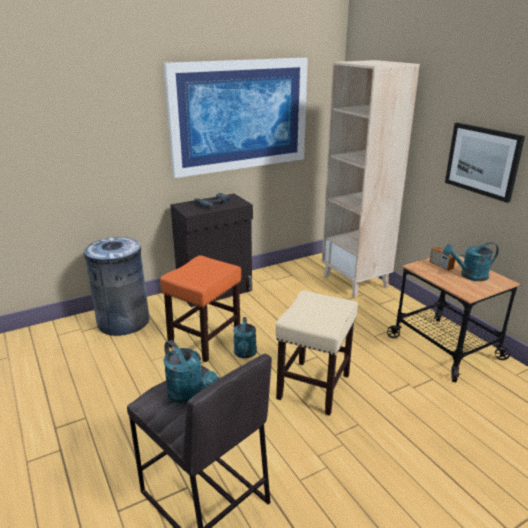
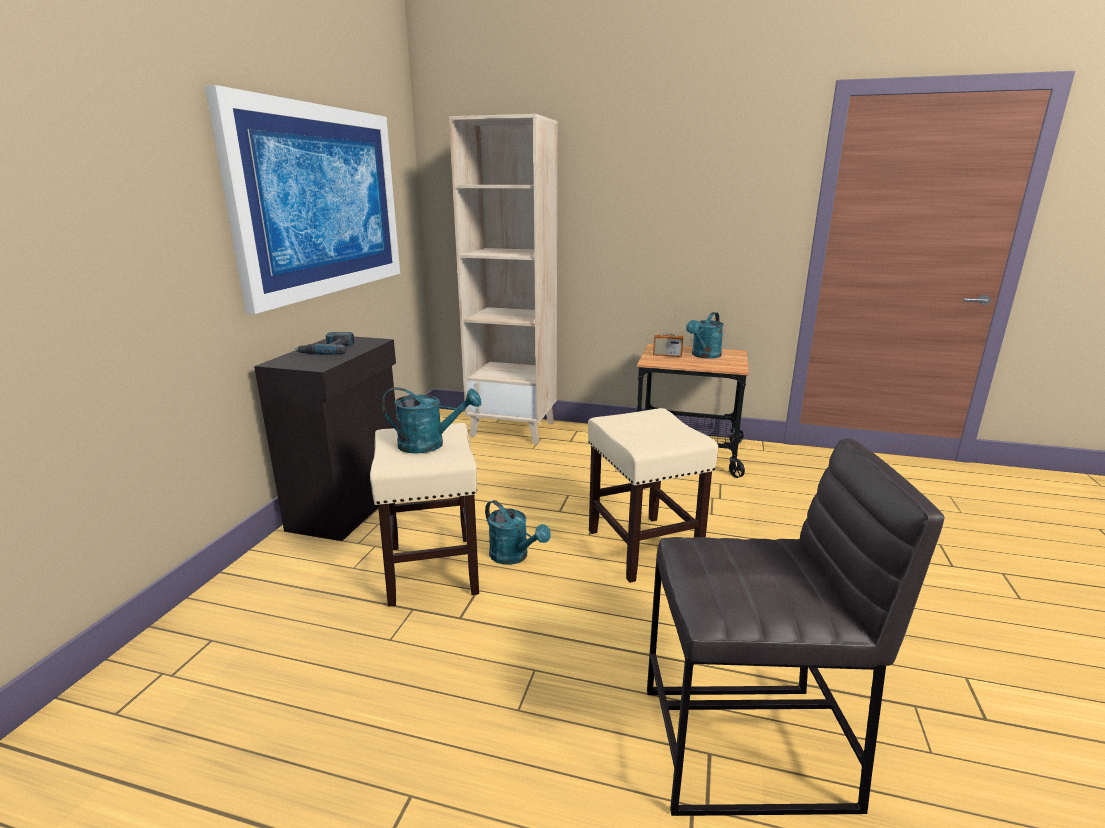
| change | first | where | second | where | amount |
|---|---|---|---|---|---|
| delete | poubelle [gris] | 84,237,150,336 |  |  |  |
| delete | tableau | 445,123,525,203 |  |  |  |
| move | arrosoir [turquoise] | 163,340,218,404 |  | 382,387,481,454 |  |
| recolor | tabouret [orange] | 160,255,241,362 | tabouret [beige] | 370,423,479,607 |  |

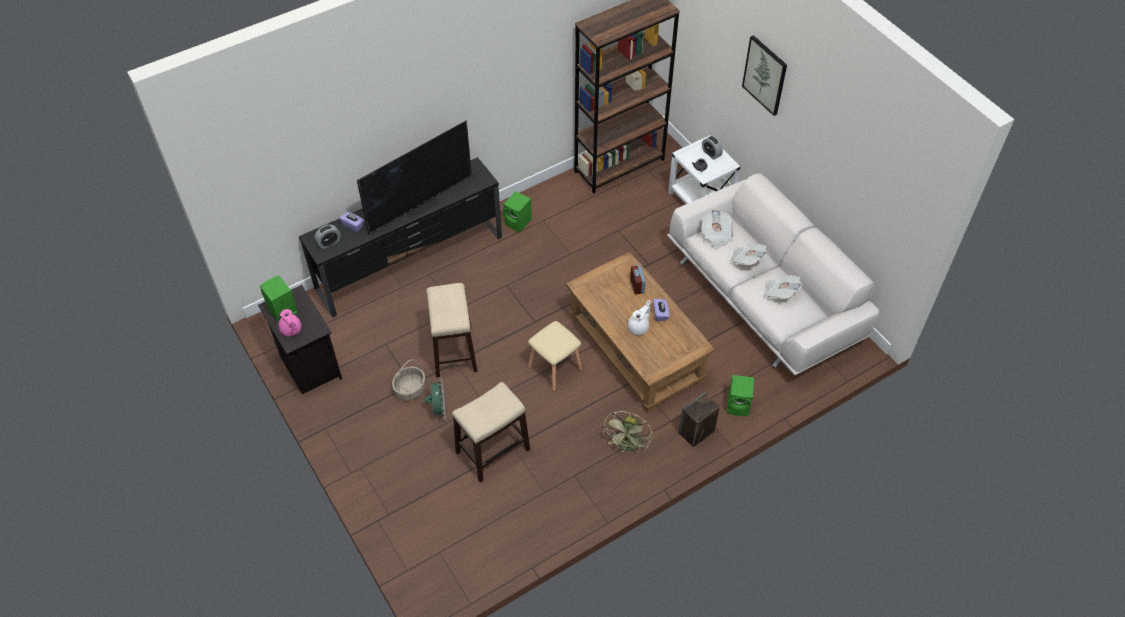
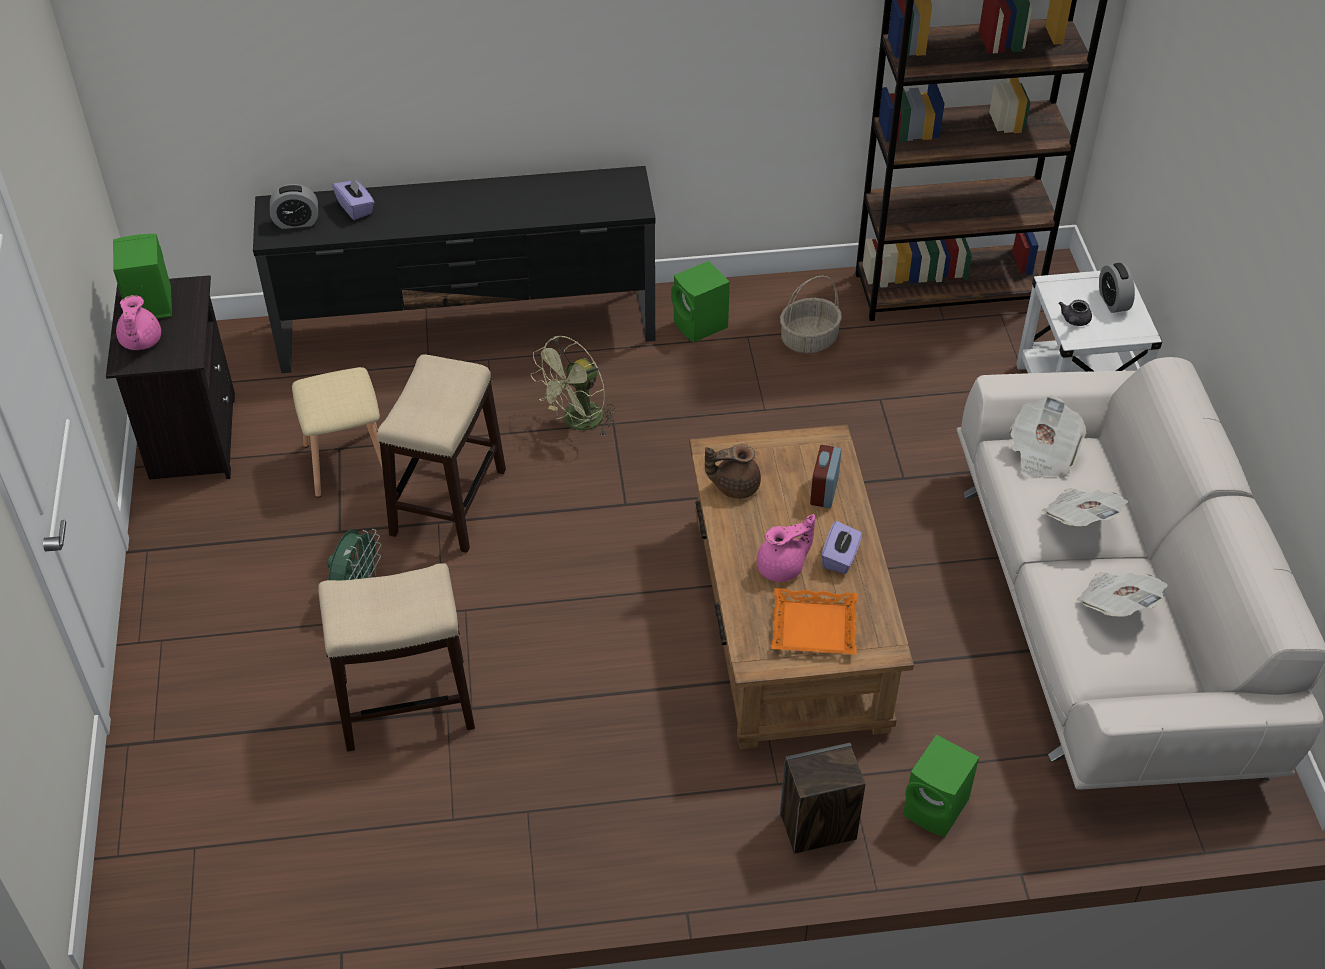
| change | first | where | second | where | amount |
|---|---|---|---|---|---|
| delete | téléviseur | 357,120,472,234 |  |  |  |
| delete | tableau | 742,35,787,116 |  |  |  |
| insert |  |  | théière [marron] | 705,444,761,499 |  |
| insert |  |  | plateau [orange] | 771,588,857,655 |  |
| move | panier | 392,359,425,401 |  | 780,276,842,354 |  |
| move | tabouret [beige] | 528,321,582,391 |  | 292,367,383,497 |  |
| move | ventilateur [vert] | 603,411,653,453 |  | 531,336,615,437 |  |
| recolor | théière [blanc] | 628,300,650,335 | théière [rose] | 757,514,815,582 |  |

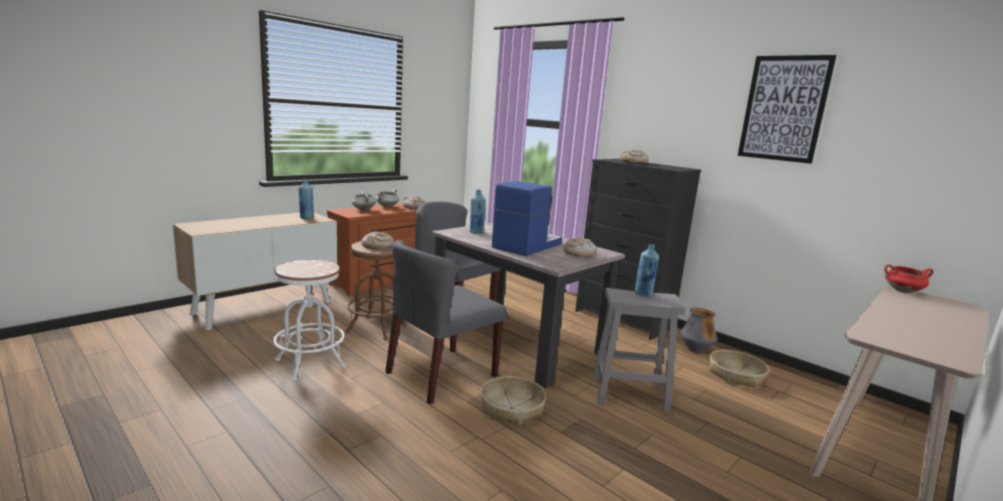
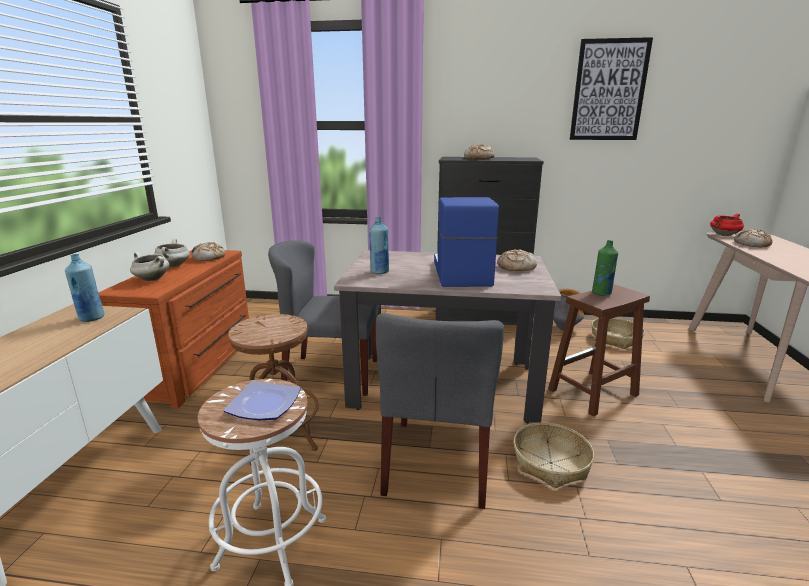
| change | first | where | second | where | amount |
|---|---|---|---|---|---|
| insert |  |  | assiette | 224,381,301,420 |  |
| move | pain | 362,232,394,249 |  | 734,229,773,247 |  |
| recolor | tabouret [gris] | 593,288,686,412 | tabouret [marron] | 548,284,650,417 |  |
| recolor | bouteille [bleu] | 635,244,659,297 | bouteille [vert] | 592,240,618,296 |  |

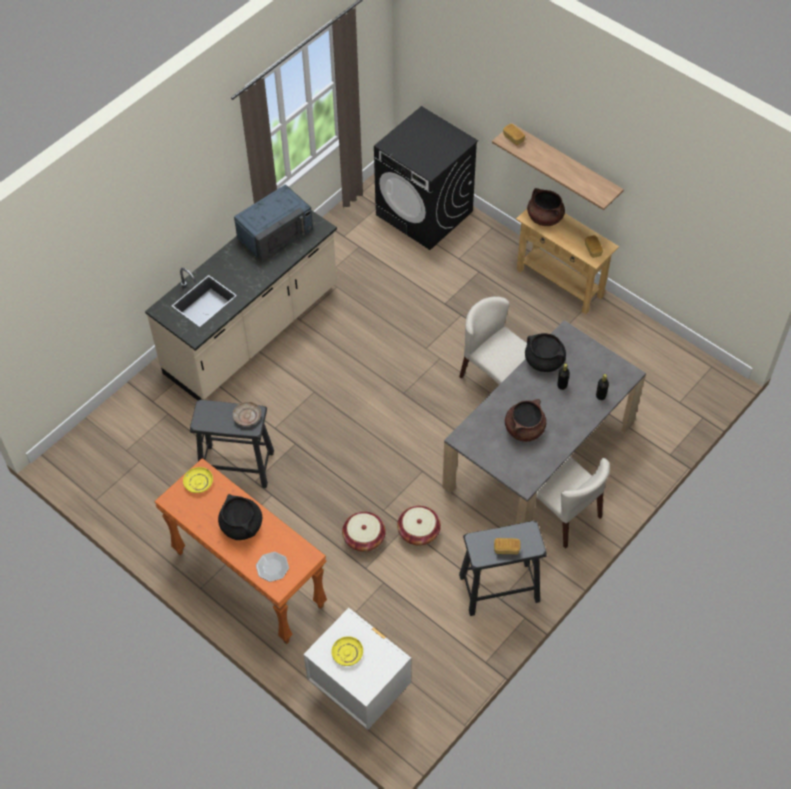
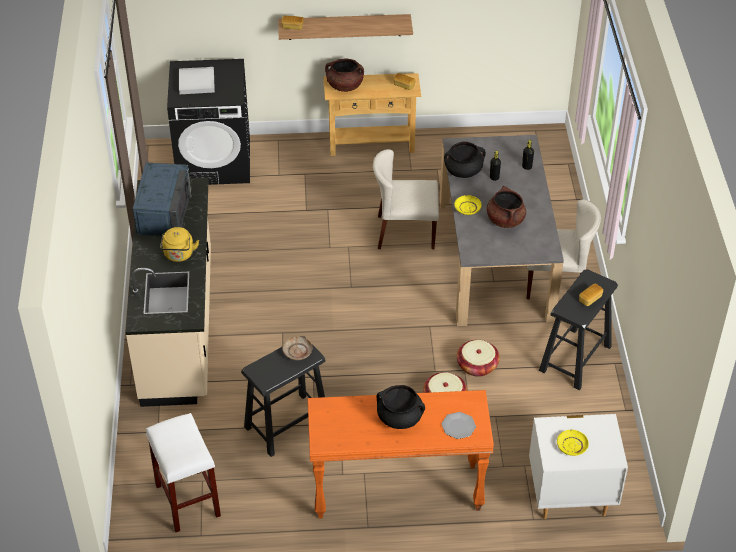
| change | first | where | second | where | amount |
|---|---|---|---|---|---|
| insert |  |  | tabouret [blanc] | 146,413,221,532 |  |
| insert |  |  | bouilloire [jaune] | 160,227,199,262 |  |
| insert |  |  | plateau [blanc] | 179,67,215,94 |  |
| move | assiette [jaune] | 183,467,213,493 |  | 454,195,482,215 |  |

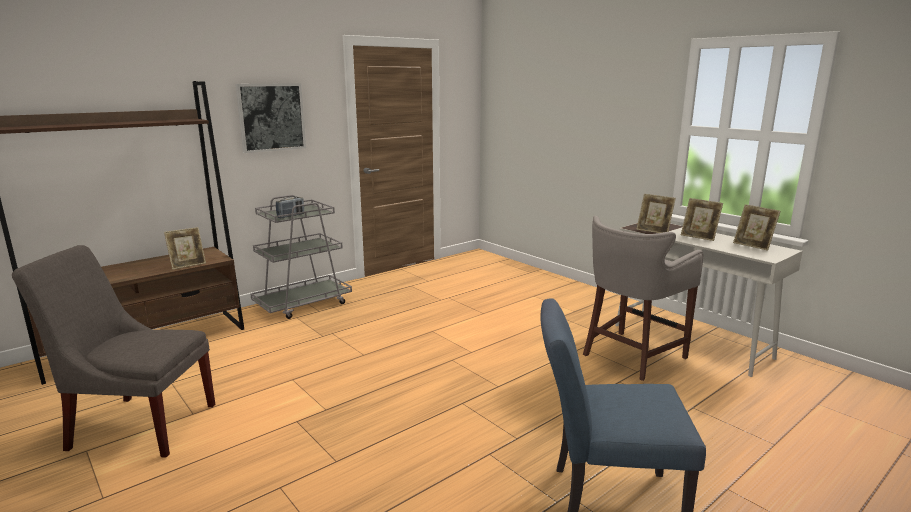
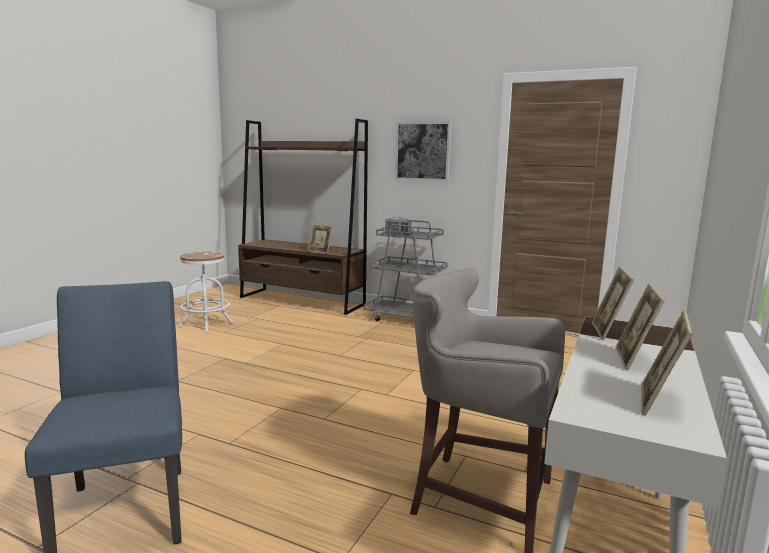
| change | first | where | second | where | amount |
|---|---|---|---|---|---|
| replace | chaise [gris] | 12,245,215,458 | tabouret [blanc] | 179,252,233,333 |  |

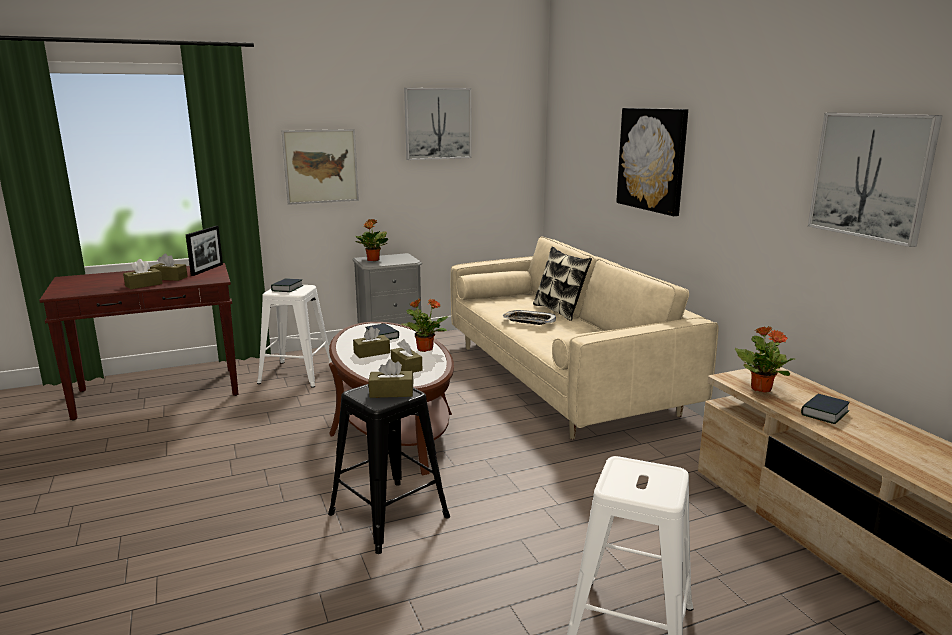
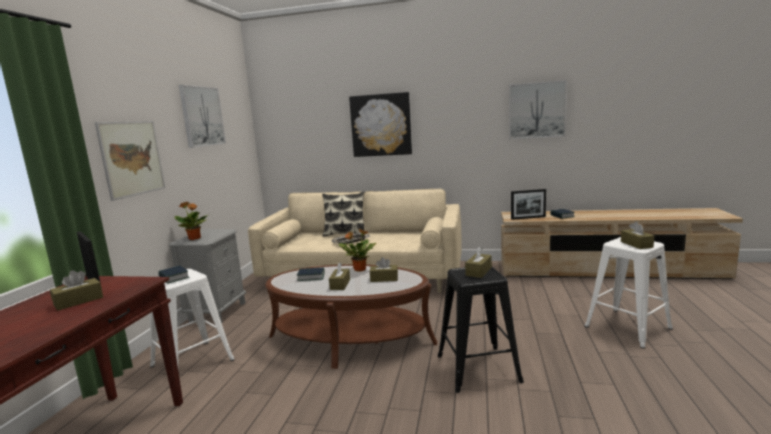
| change | first | where | second | where | amount |
|---|---|---|---|---|---|
| move | boîte à mouchoirs [marron] | 123,259,163,289 |  | 621,221,654,249 |  |
| replace | plante en pot | 735,326,794,393 | cadre photo | 511,189,546,220 |  |

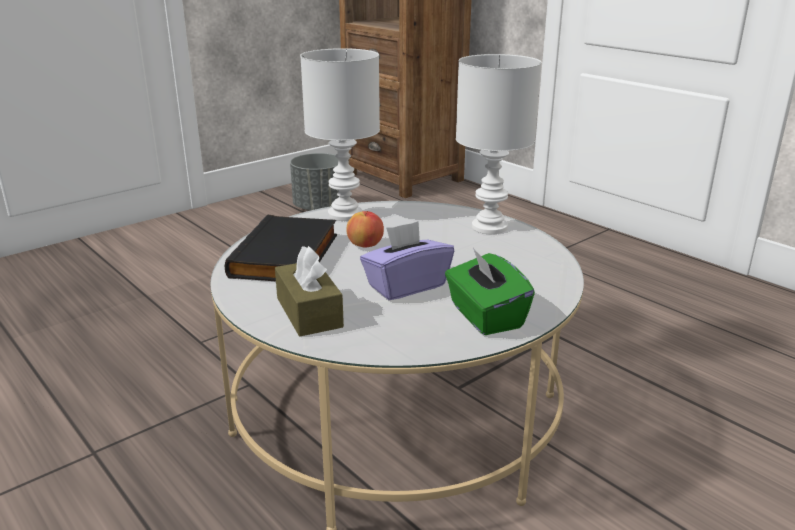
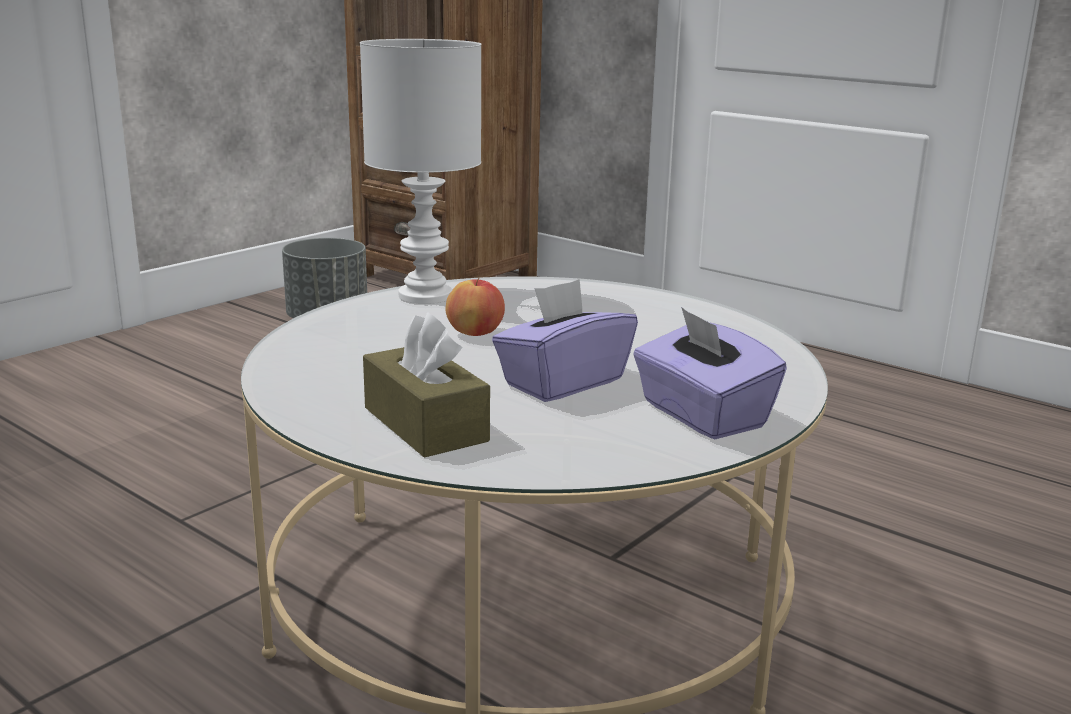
| change | first | where | second | where | amount |
|---|---|---|---|---|---|
| delete | livre [noir] | 224,215,337,281 |  |  |  |
| delete | lampe de table [blanc] | 456,54,542,234 |  |  |  |
| recolor | boîte à mouchoirs [vert] | 445,248,535,335 | boîte à mouchoirs [violet] | 633,307,787,440 |  |

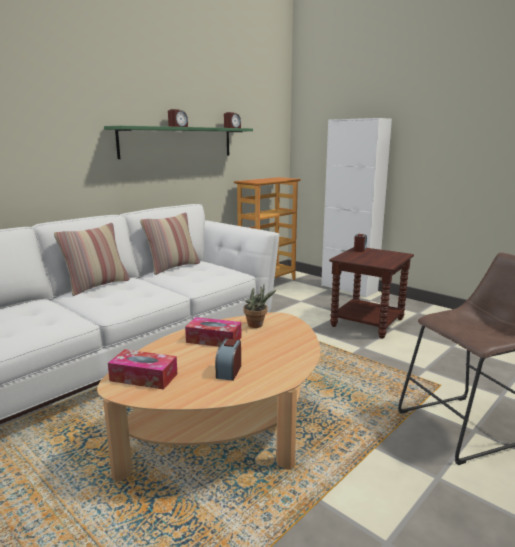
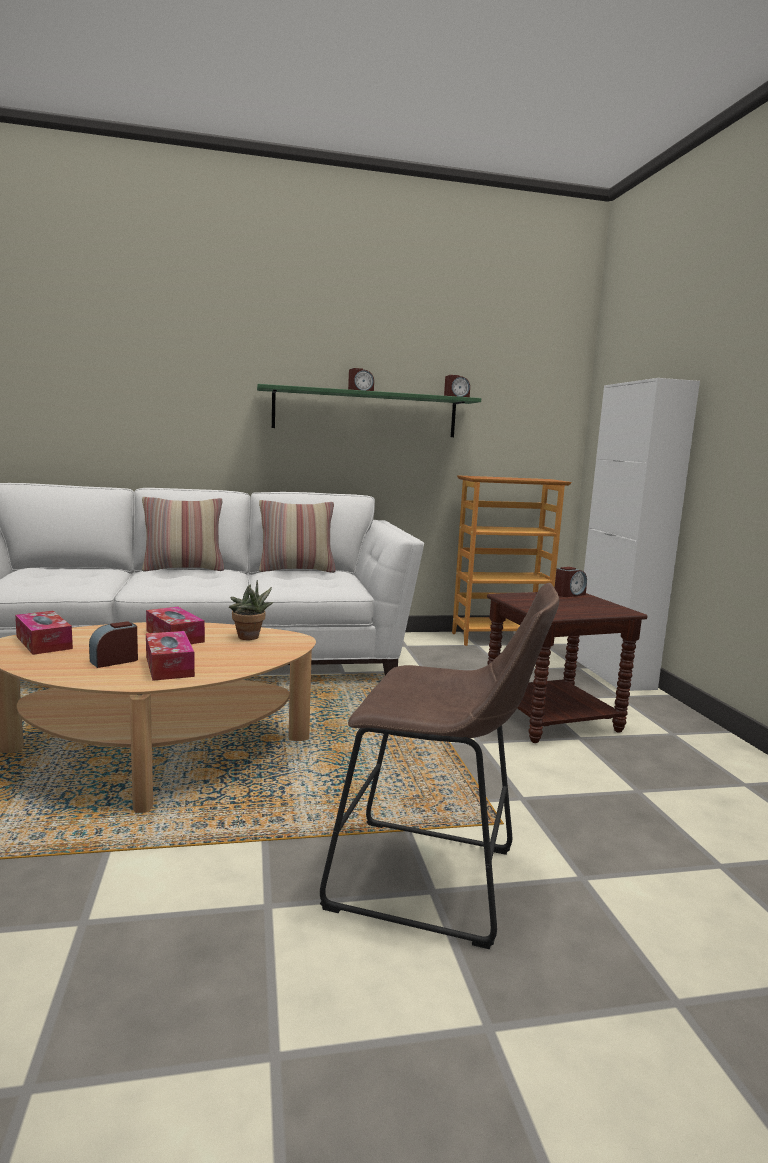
| change | first | where | second | where | amount |
|---|---|---|---|---|---|
| insert |  |  | boîte à mouchoirs | 146,631,195,681 |  |

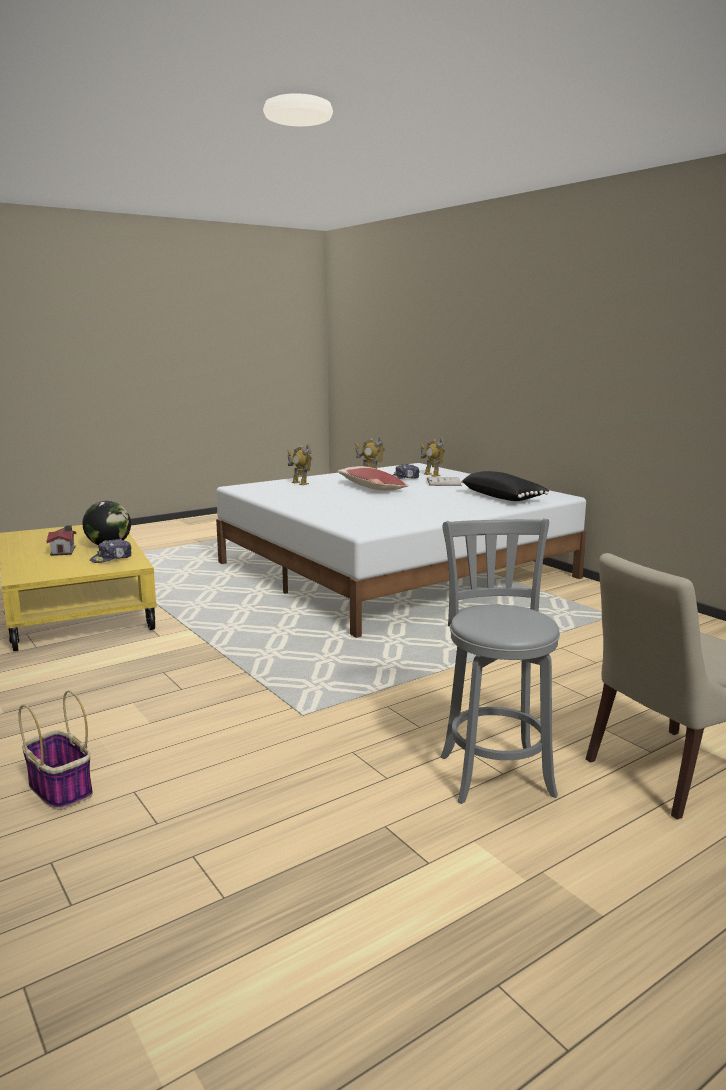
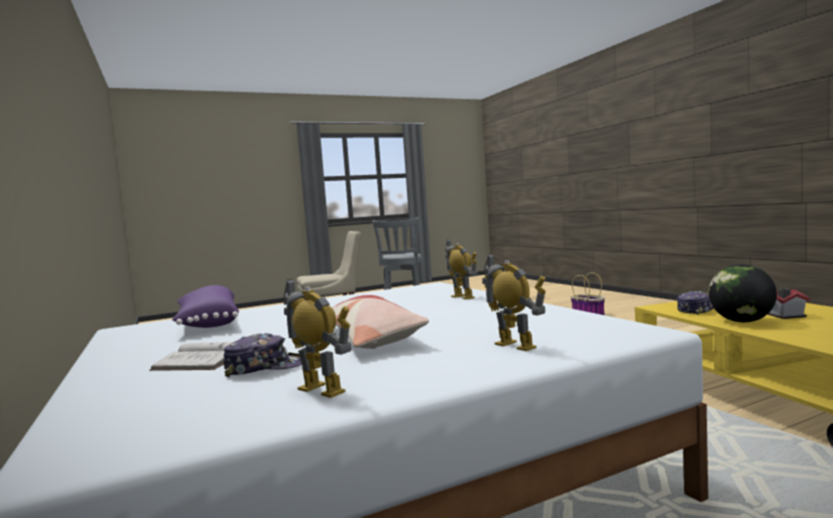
| change | first | where | second | where | amount |
|---|---|---|---|---|---|
| move | robot jouet | 421,438,446,477 |  | 445,239,478,300 |  |
| recolor | coussin [noir] | 461,471,549,501 | coussin [violet] | 172,285,239,328 |  |

